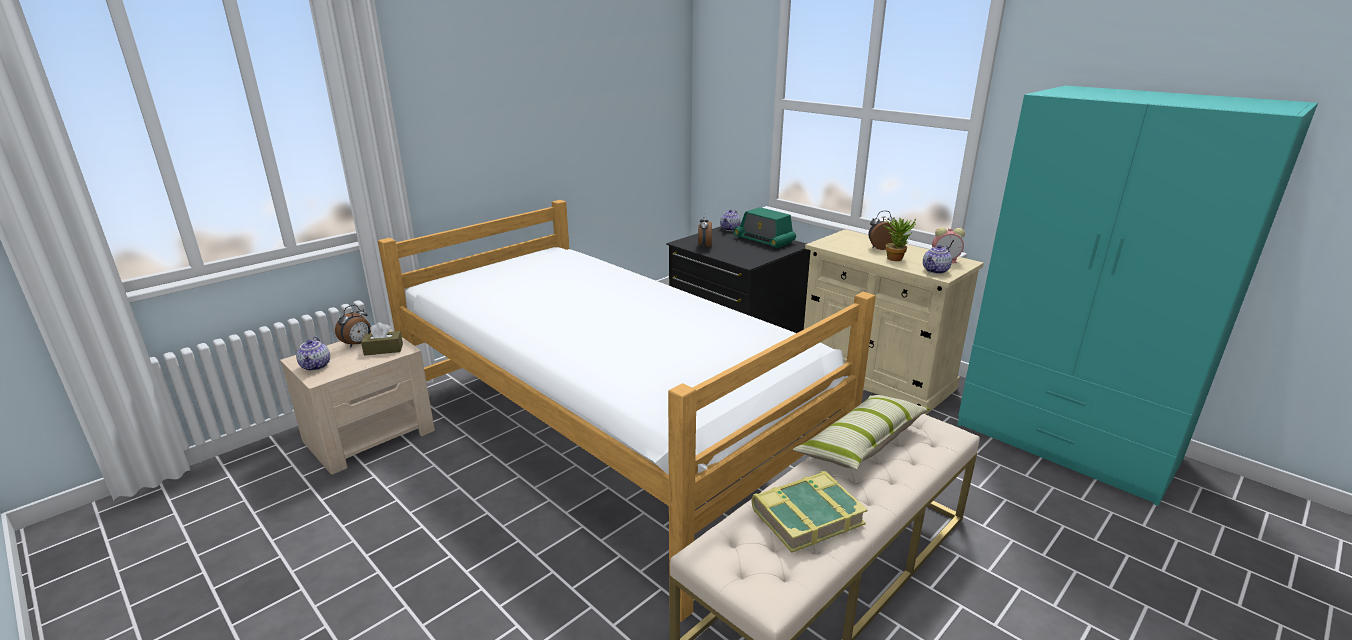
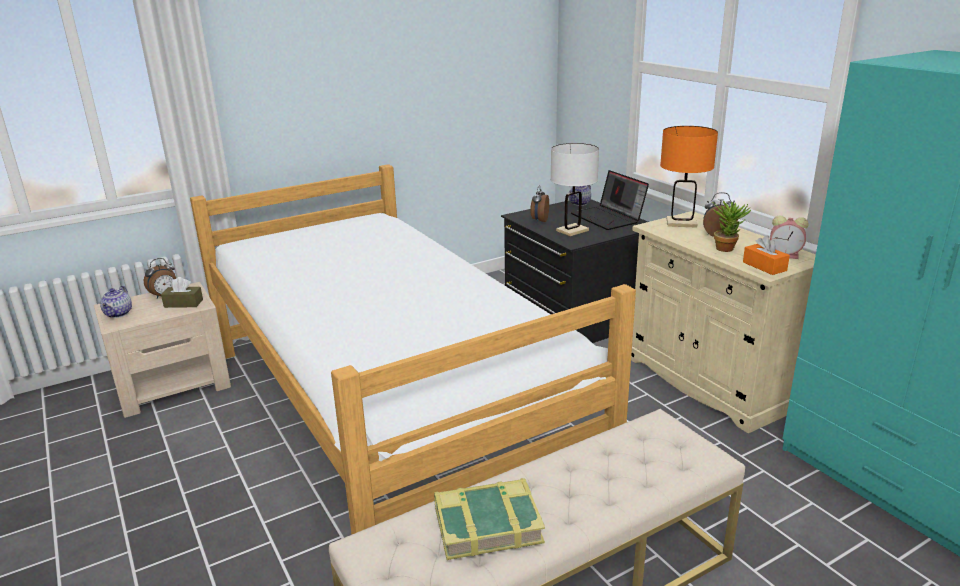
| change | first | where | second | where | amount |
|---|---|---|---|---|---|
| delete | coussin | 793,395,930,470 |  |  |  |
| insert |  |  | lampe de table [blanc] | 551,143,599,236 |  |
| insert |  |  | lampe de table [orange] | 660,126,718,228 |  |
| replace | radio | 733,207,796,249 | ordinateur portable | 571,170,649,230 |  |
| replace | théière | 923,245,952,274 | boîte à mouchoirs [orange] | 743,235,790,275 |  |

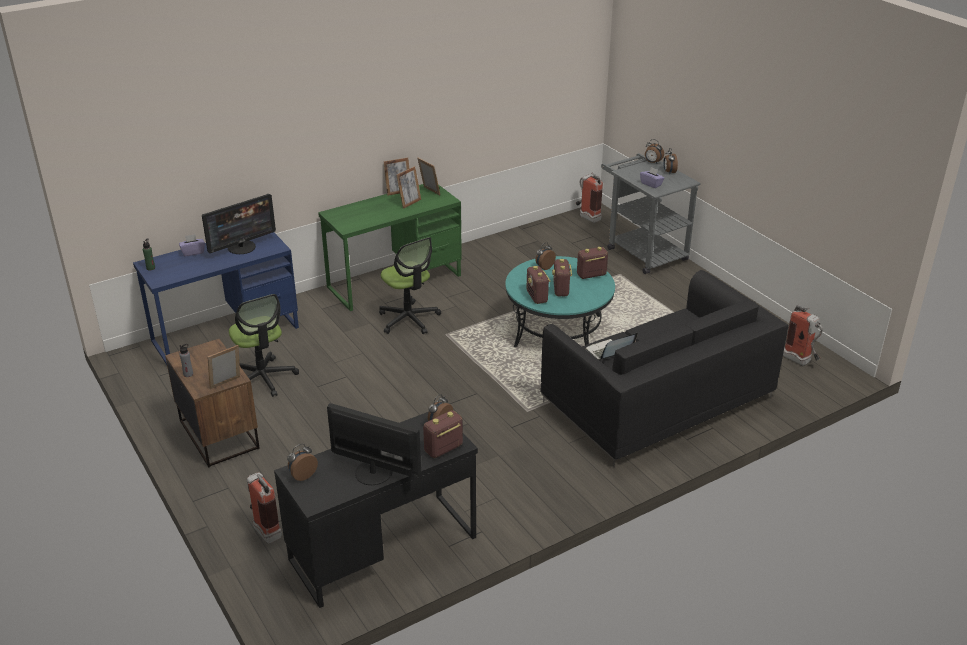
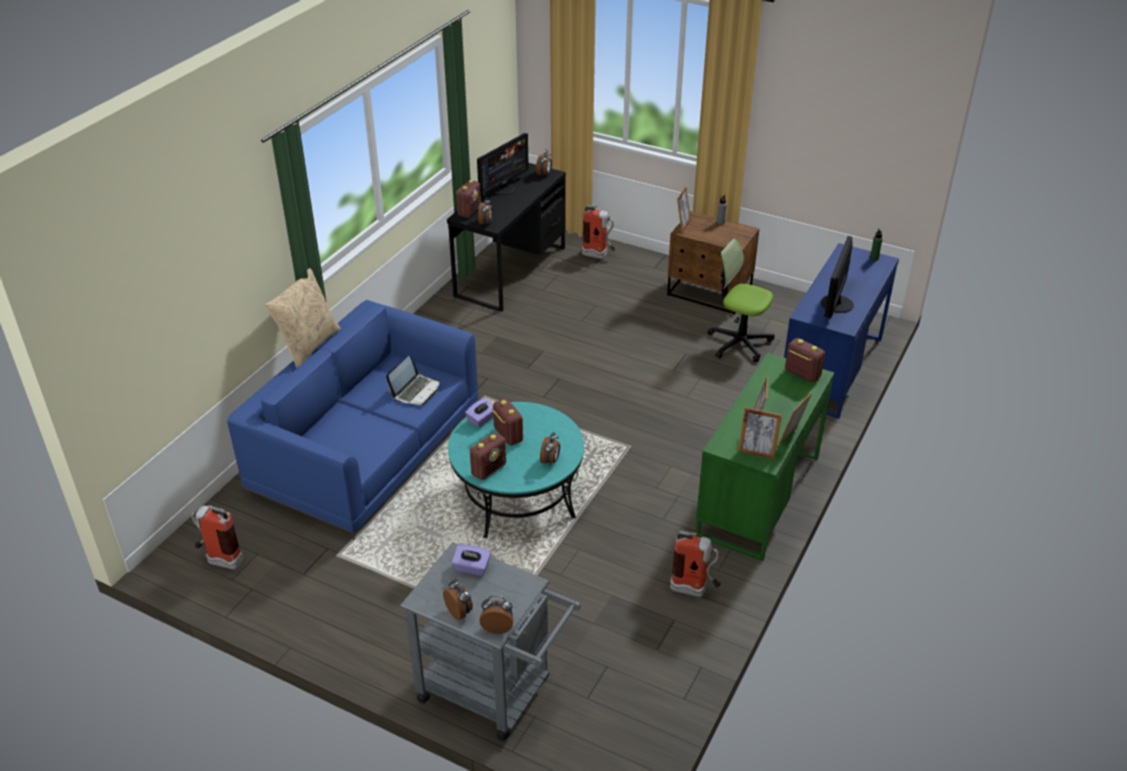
| change | first | where | second | where | amount |
|---|---|---|---|---|---|
| delete | chaise de bureau | 379,237,441,334 |  |  |  |
| insert |  |  | coussin [beige] | 265,268,341,368 |  |
| move | boîte à mouchoirs [violet] | 179,234,205,256 |  | 465,398,493,428 |  |
| move | radio | 526,266,551,304 |  | 785,338,825,383 |  |
| move | extincteur | 576,173,603,223 |  | 670,531,721,597 |  |
| recolor | canapé [noir] | 540,270,789,468 | canapé [bleu] | 227,300,479,540 |  |
| rotate | écran d'ordinateur | 327,403,421,485 |  | 477,133,529,196 | 45 degrees counterclockwise |

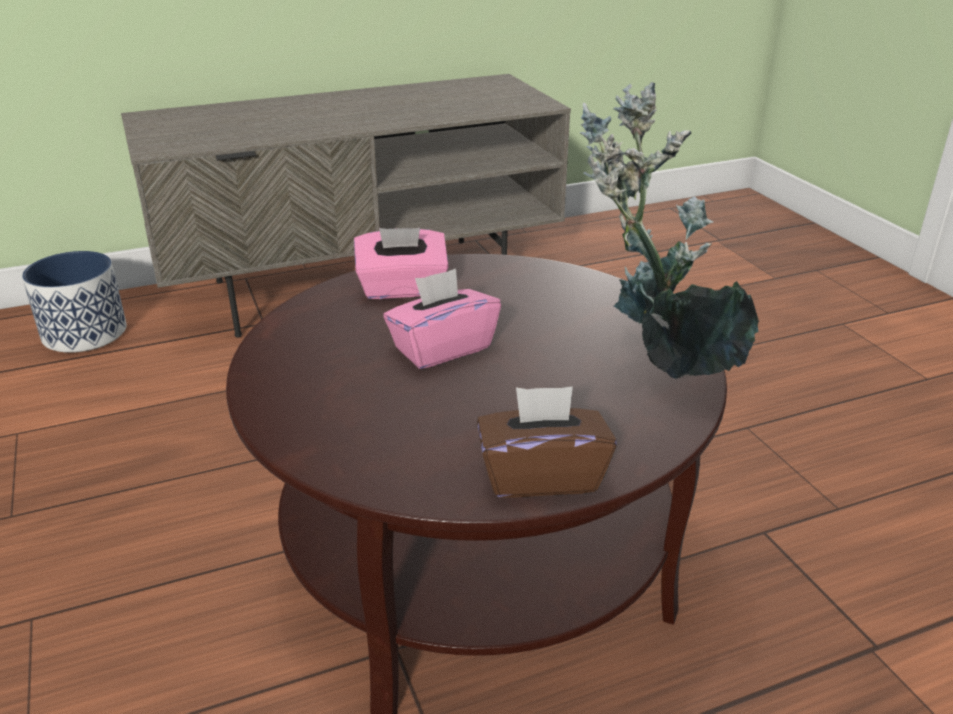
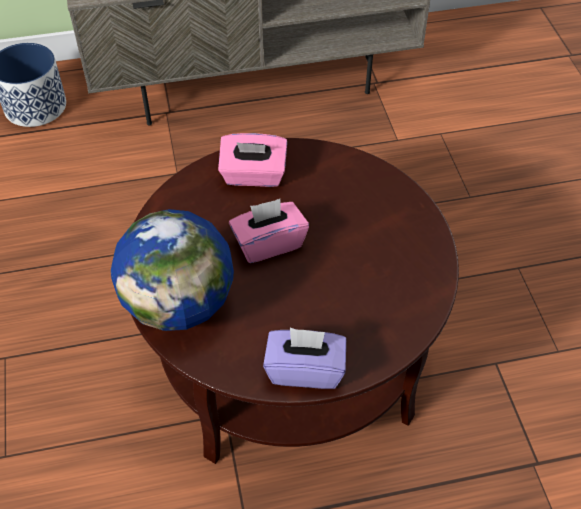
| change | first | where | second | where | amount |
|---|---|---|---|---|---|
| delete | plante en pot | 579,82,760,379 |  |  |  |
| insert |  |  | globe | 111,209,234,331 |  |
| recolor | boîte à mouchoirs [marron] | 477,386,617,498 | boîte à mouchoirs [violet] | 263,328,346,389 |  |

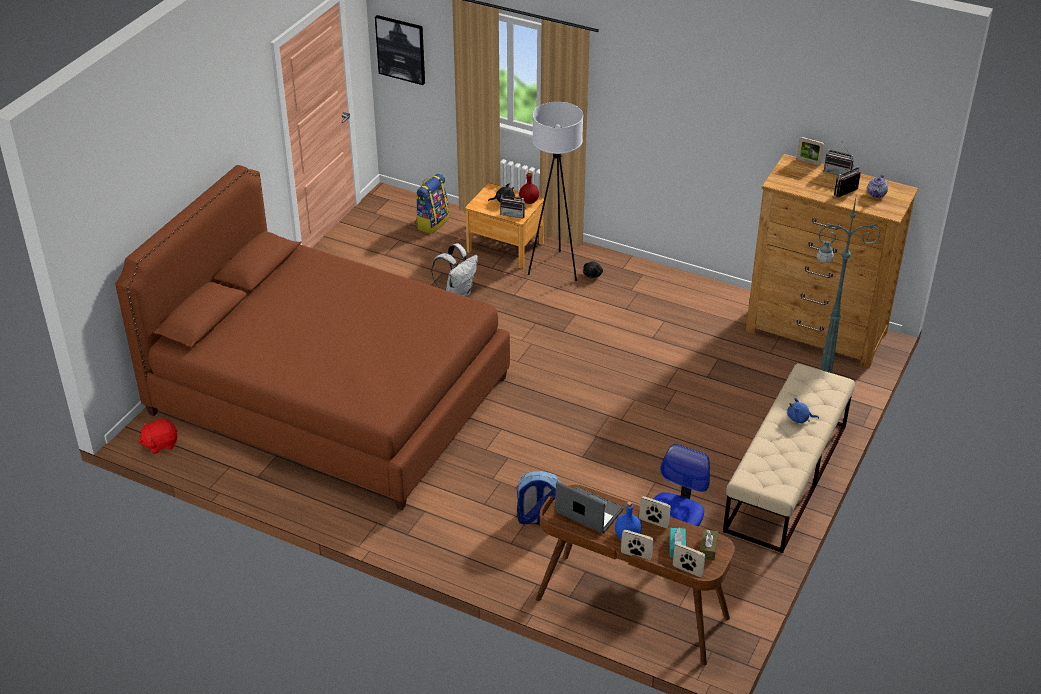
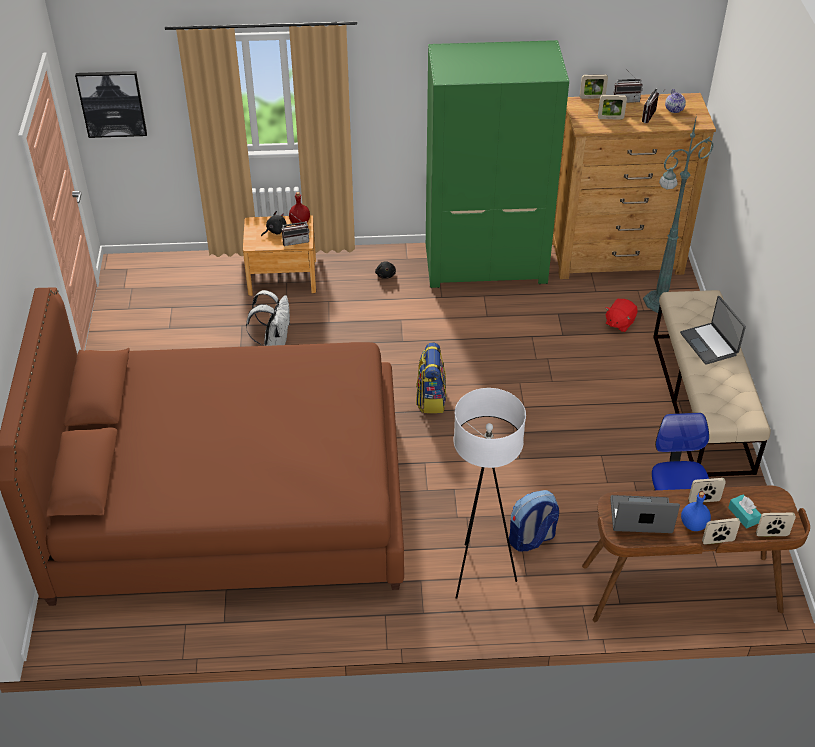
| change | first | where | second | where | amount |
|---|---|---|---|---|---|
| delete | boîte à mouchoirs [marron] | 700,529,718,560 |  |  |  |
| insert |  |  | armoire [vert] | 426,40,569,288 |  |
| insert |  |  | cadre photo | 598,95,627,119 |  |
| move | peluche [rouge] | 138,419,177,454 |  | 605,299,638,332 |  |
| move | sac à dos | 415,174,449,234 |  | 416,343,446,413 |  |
| move | lampadaire [blanc] | 528,102,583,281 |  | 453,388,526,599 |  |
| replace | peluche [bleu] | 787,398,819,423 | ordinateur portable | 680,296,746,365 |  |

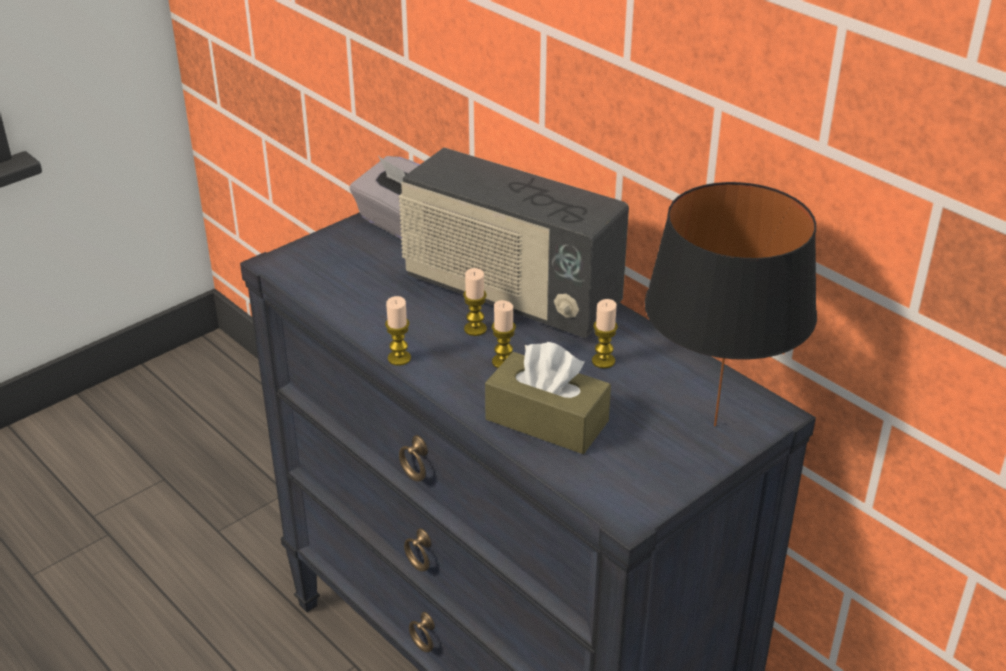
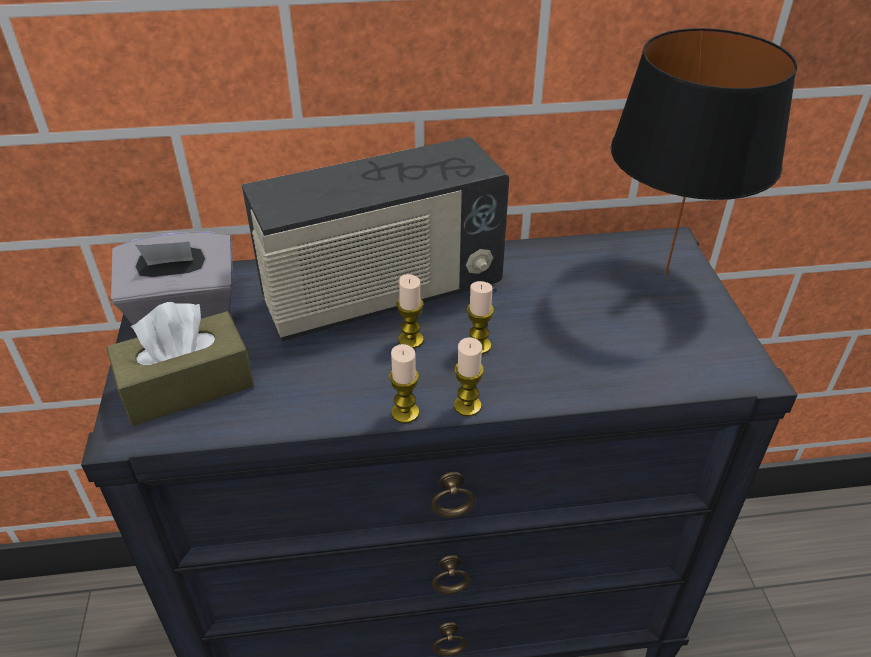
| change | first | where | second | where | amount |
|---|---|---|---|---|---|
| move | boîte à mouchoirs [marron] | 485,342,611,454 |  | 106,302,254,426 |  |
| move | bougie | 592,299,618,368 |  | 454,337,484,416 |  |

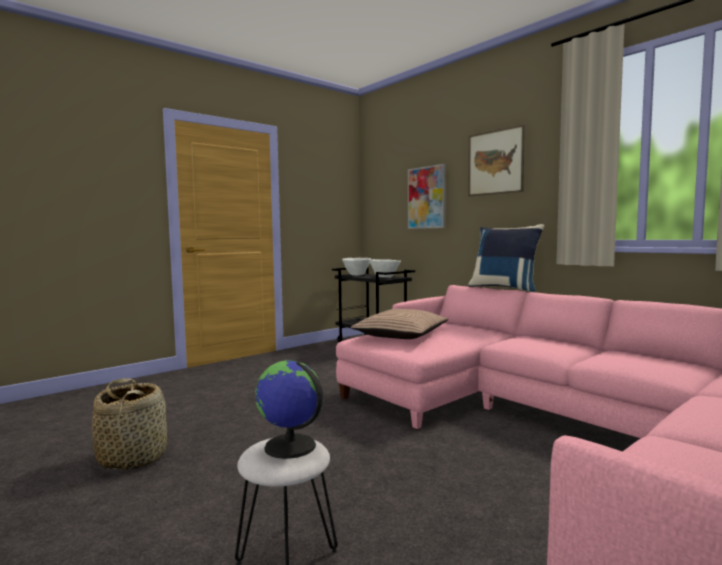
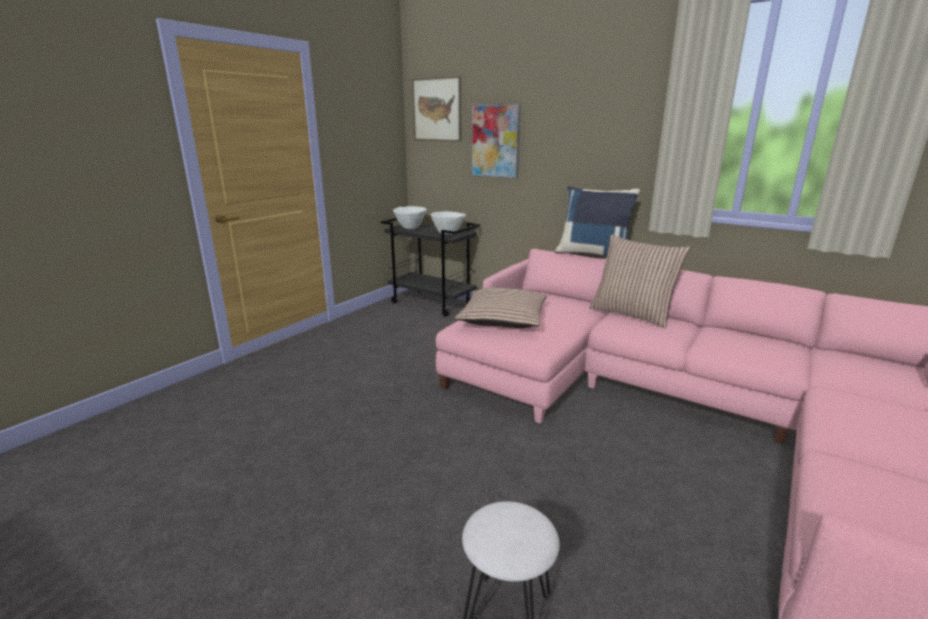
| change | first | where | second | where | amount |
|---|---|---|---|---|---|
| delete | panier | 92,378,167,470 |  |  |  |
| delete | globe | 255,360,324,459 |  |  |  |
| insert |  |  | coussin | 589,235,691,329 |  |
| move | tableau | 468,125,525,196 |  | 412,76,461,142 |  |

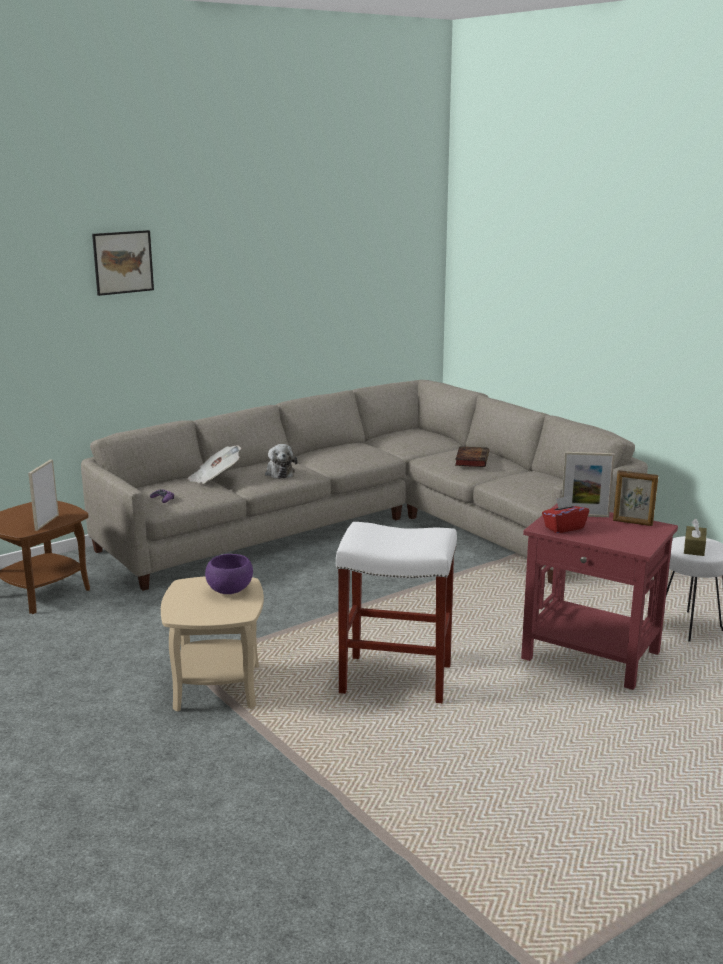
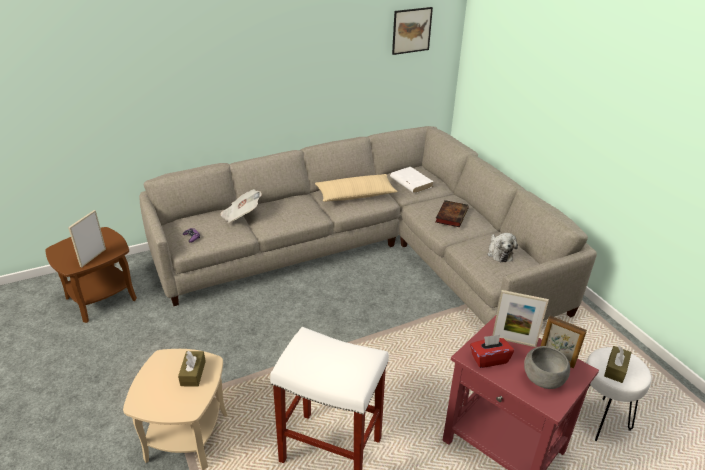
| change | first | where | second | where | amount |
|---|---|---|---|---|---|
| insert |  |  | coussin [beige] | 315,174,398,202 |  |
| insert |  |  | livre [blanc] | 390,167,434,193 |  |
| insert |  |  | bol [gris] | 524,346,570,389 |  |
| move | tableau | 92,230,154,296 |  | 392,7,433,55 |  |
| move | peluche | 265,444,297,479 |  | 487,233,518,262 |  |
| replace | bol [violet] | 205,554,253,594 | boîte à mouchoirs [marron] | 178,351,206,387 |  |

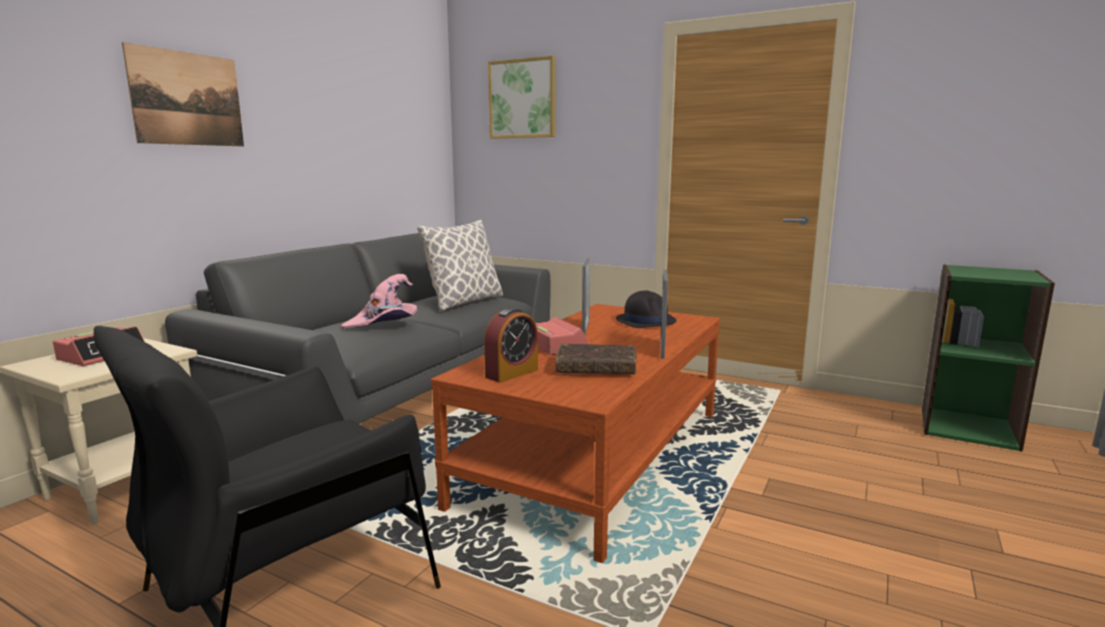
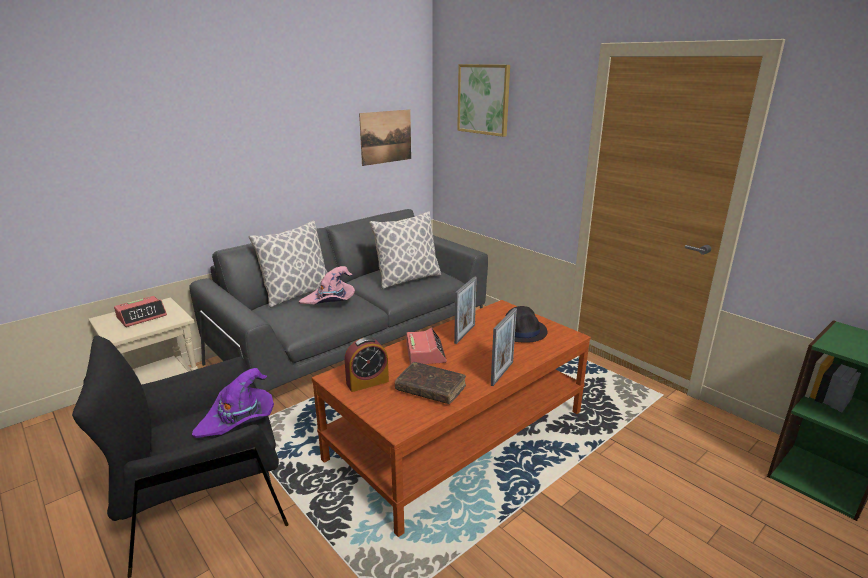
| change | first | where | second | where | amount |
|---|---|---|---|---|---|
| insert |  |  | chapeau [violet] | 192,368,274,438 |  |
| insert |  |  | coussin | 249,221,328,308 |  |
| move | tableau | 122,42,244,146 |  | 359,109,411,166 |  |

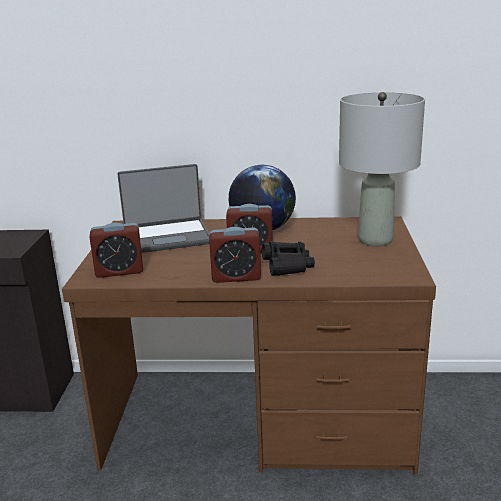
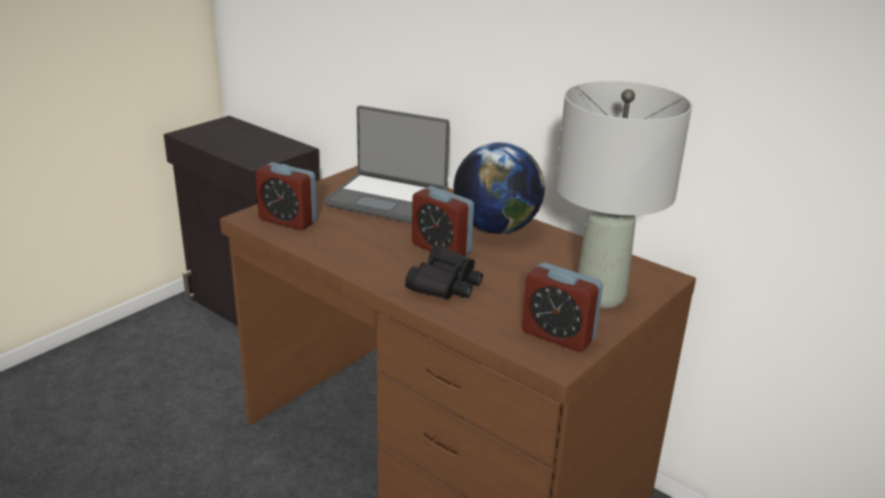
| change | first | where | second | where | amount |
|---|---|---|---|---|---|
| move | réveil | 209,227,261,283 |  | 522,263,603,352 |  |

